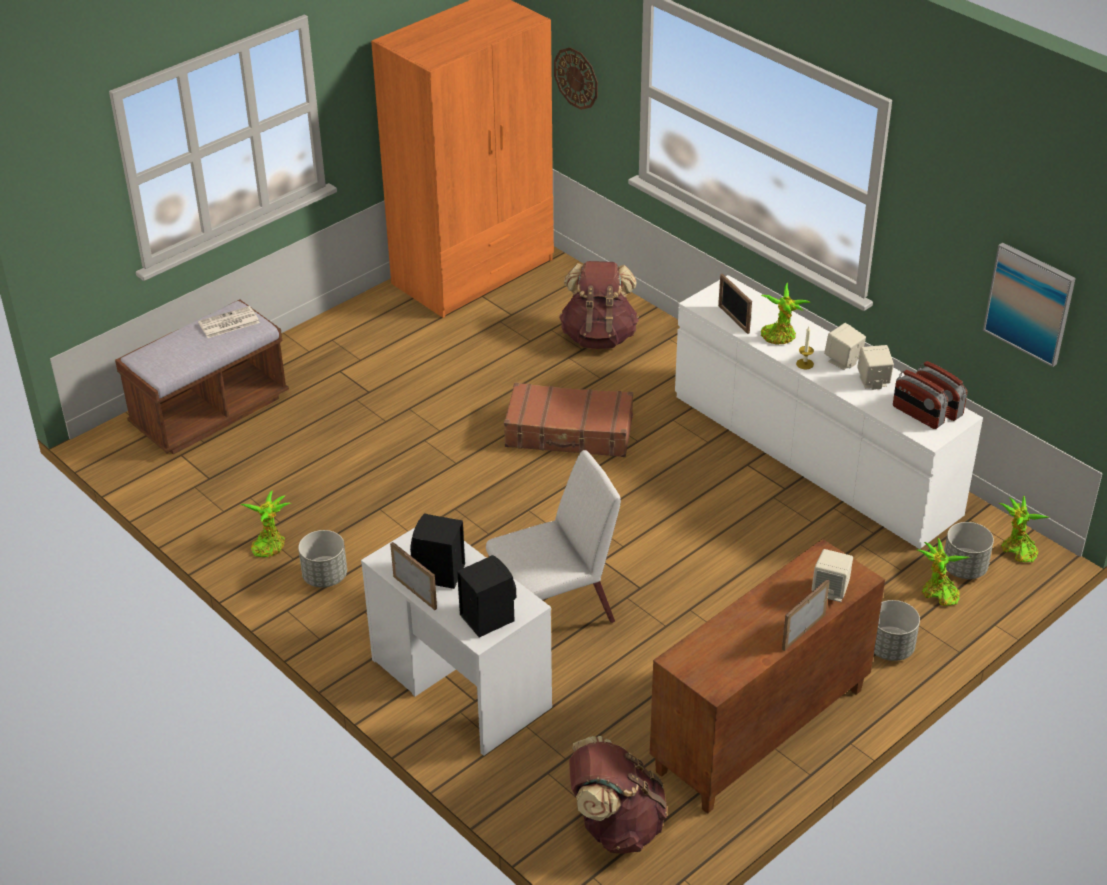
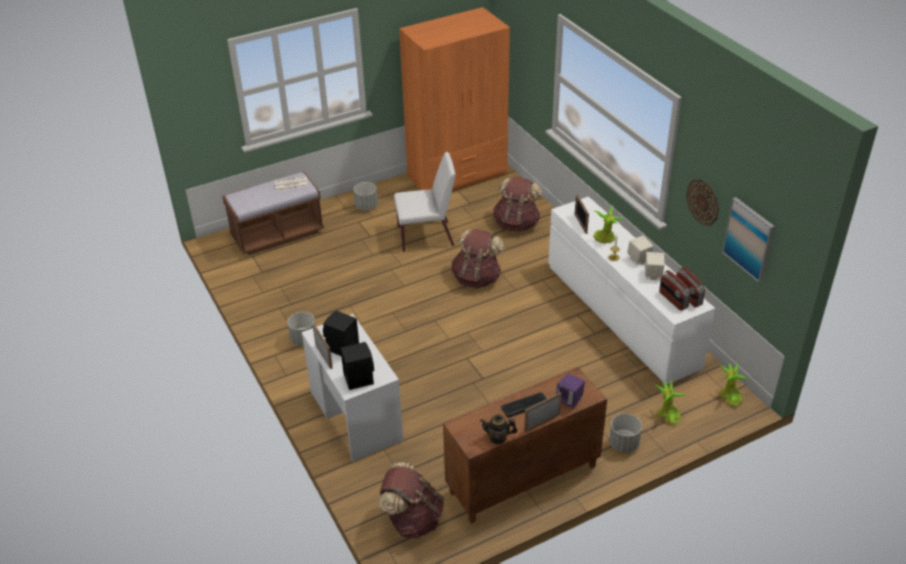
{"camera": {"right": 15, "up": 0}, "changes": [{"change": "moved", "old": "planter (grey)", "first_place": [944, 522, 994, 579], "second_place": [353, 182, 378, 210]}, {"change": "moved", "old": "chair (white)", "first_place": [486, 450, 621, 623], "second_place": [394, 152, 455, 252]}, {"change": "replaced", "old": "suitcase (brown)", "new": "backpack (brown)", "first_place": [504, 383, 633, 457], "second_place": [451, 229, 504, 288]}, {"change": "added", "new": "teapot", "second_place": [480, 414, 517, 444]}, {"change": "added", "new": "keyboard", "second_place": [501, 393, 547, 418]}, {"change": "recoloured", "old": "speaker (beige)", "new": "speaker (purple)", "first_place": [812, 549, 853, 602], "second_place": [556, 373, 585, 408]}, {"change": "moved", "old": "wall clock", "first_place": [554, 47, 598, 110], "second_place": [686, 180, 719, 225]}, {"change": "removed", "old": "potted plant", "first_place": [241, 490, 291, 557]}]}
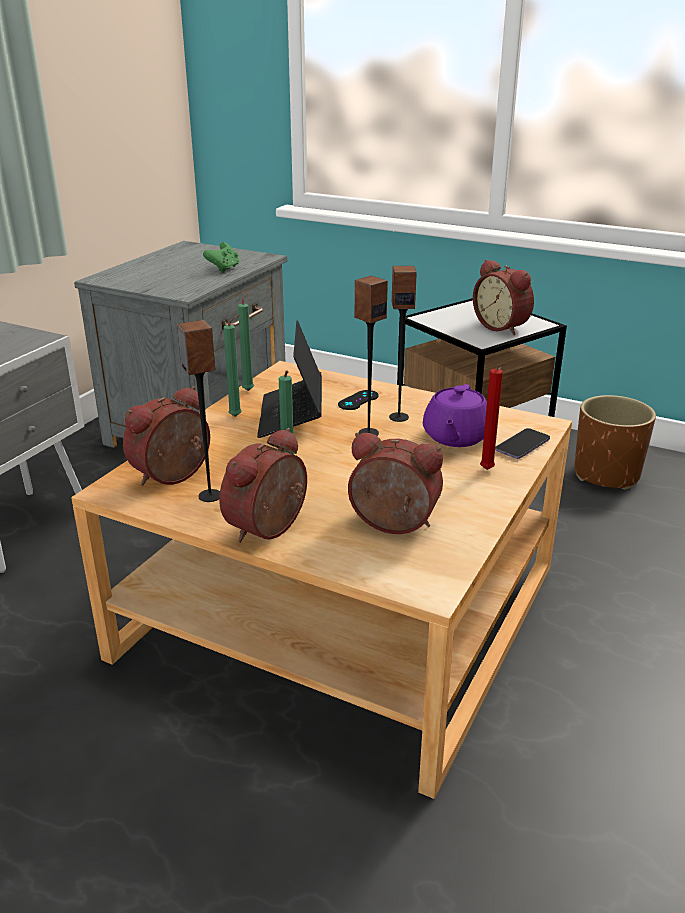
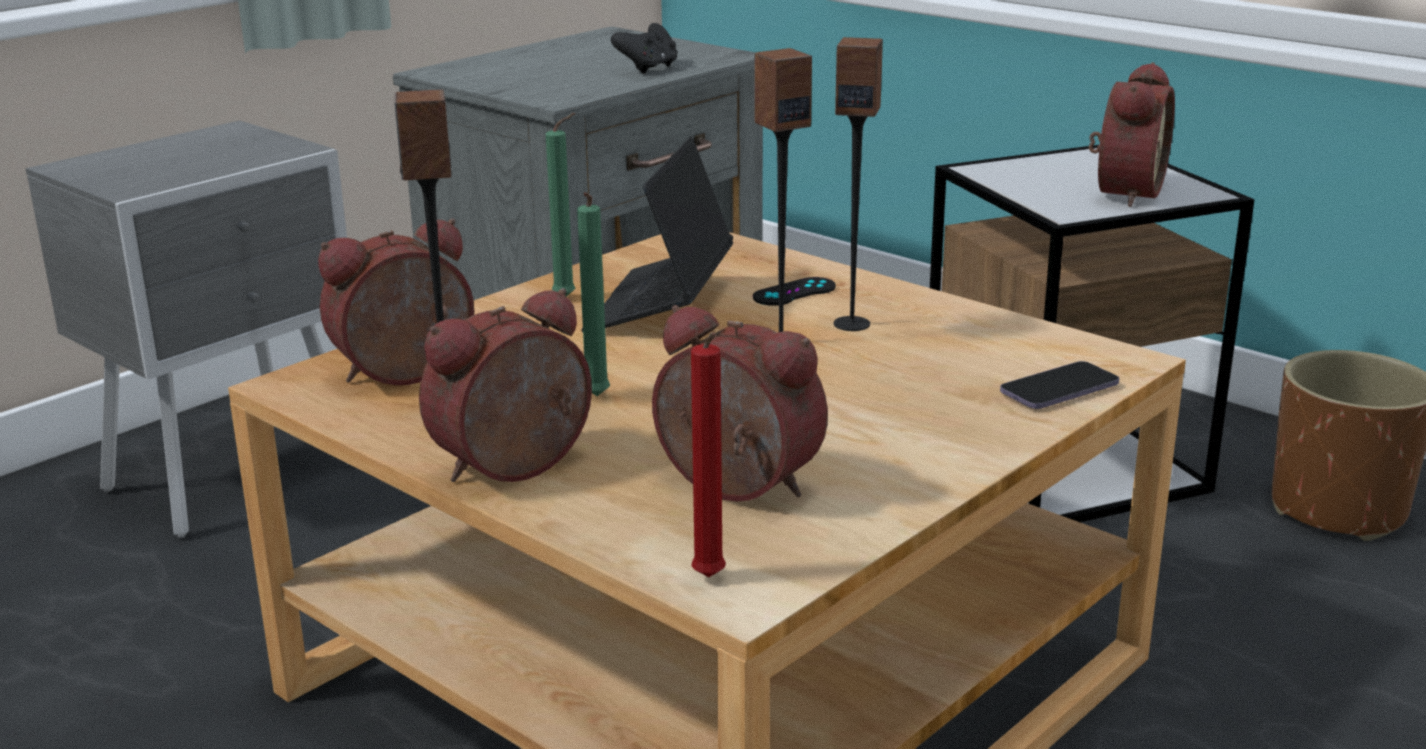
{"camera": {"right": 15, "up": -5}, "changes": [{"change": "recoloured", "old": "game controller (green)", "new": "game controller (black)", "first_place": [203, 242, 239, 273], "second_place": [611, 23, 678, 74]}, {"change": "moved", "old": "candle (red)", "first_place": [480, 363, 506, 470], "second_place": [691, 332, 726, 577]}, {"change": "turned", "old": "alarm clock", "first_place": [473, 259, 534, 335], "second_place": [1089, 62, 1175, 207], "degrees": -135}, {"change": "removed", "old": "candle (green)", "first_place": [238, 292, 254, 391]}, {"change": "removed", "old": "teapot (purple)", "first_place": [423, 384, 487, 447]}]}
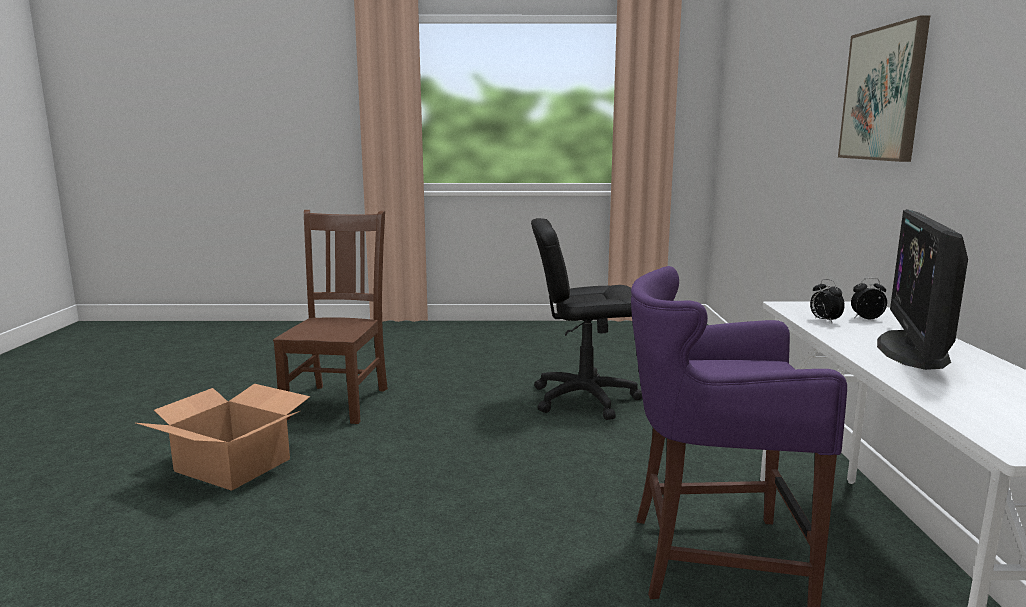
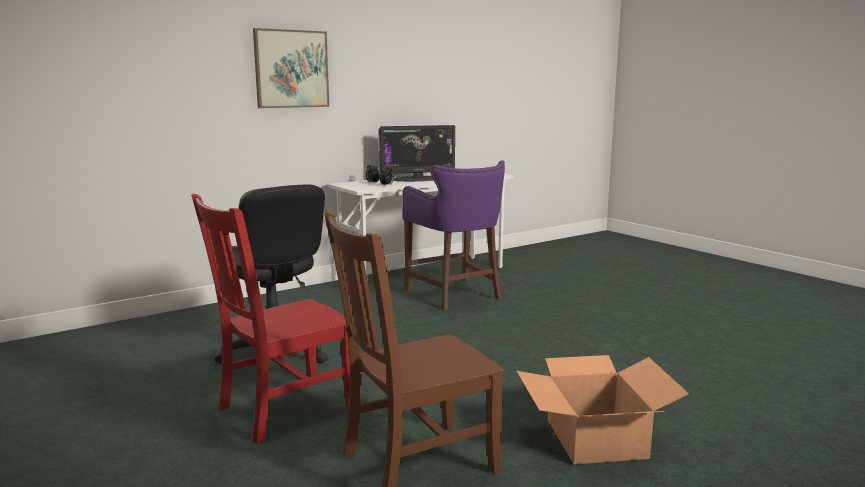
{"camera": {"right": -125, "up": 0}, "changes": [{"change": "added", "new": "chair (red)", "second_place": [191, 194, 350, 444]}]}
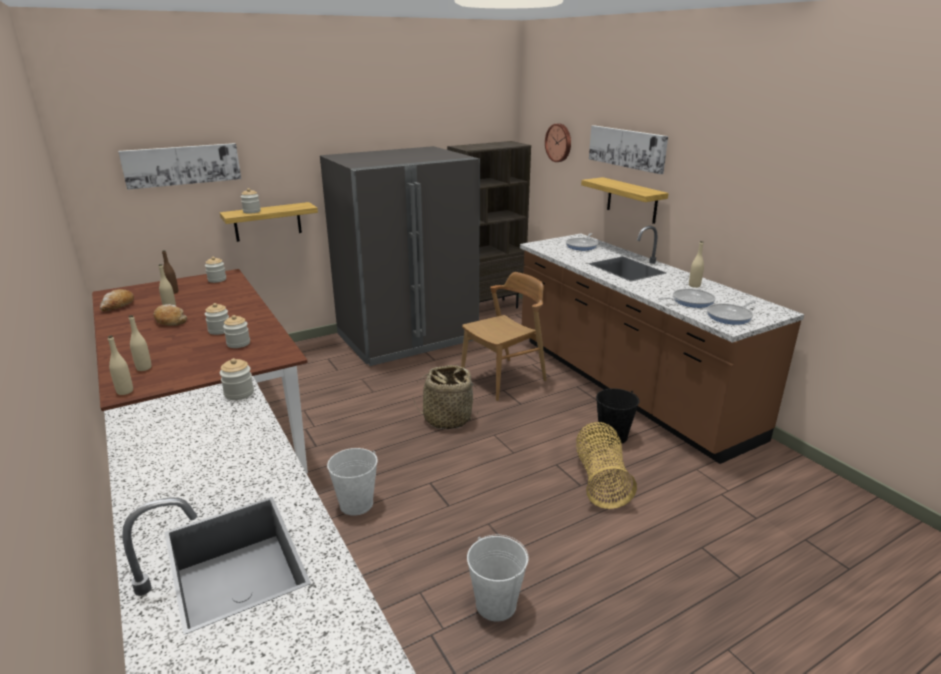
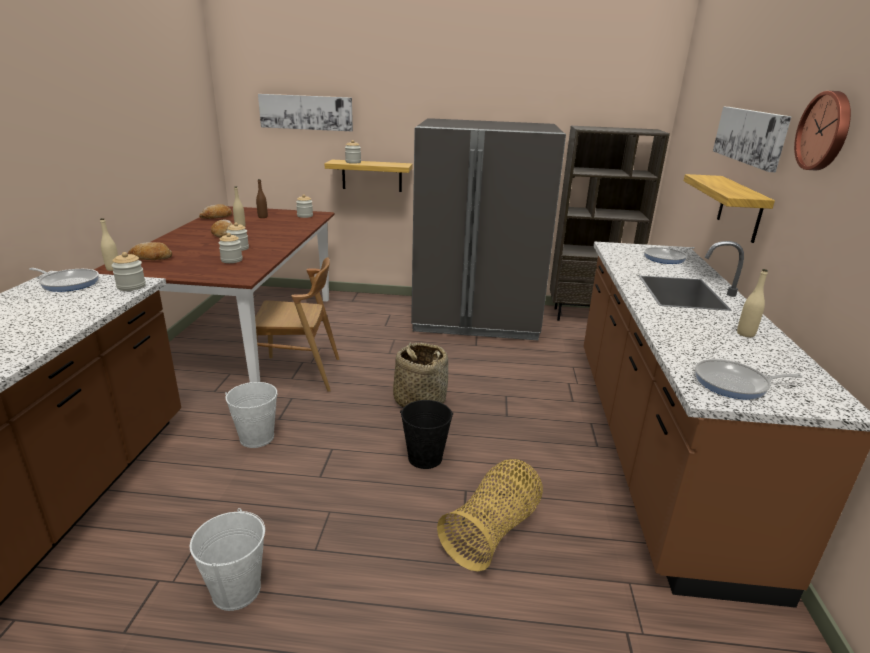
{"camera": {"right": 35, "up": 0}, "changes": [{"change": "moved", "old": "frying pan", "first_place": [658, 289, 716, 308], "second_place": [29, 268, 99, 292]}, {"change": "replaced", "old": "bottle (beige)", "new": "bread", "first_place": [129, 315, 152, 371], "second_place": [128, 242, 172, 260]}, {"change": "moved", "old": "chair (brown)", "first_place": [461, 272, 547, 401], "second_place": [255, 257, 339, 392]}, {"change": "moved", "old": "bucket (black)", "first_place": [596, 388, 640, 444], "second_place": [400, 400, 453, 469]}, {"change": "moved", "old": "wall clock", "first_place": [545, 123, 571, 162], "second_place": [794, 91, 851, 170]}]}
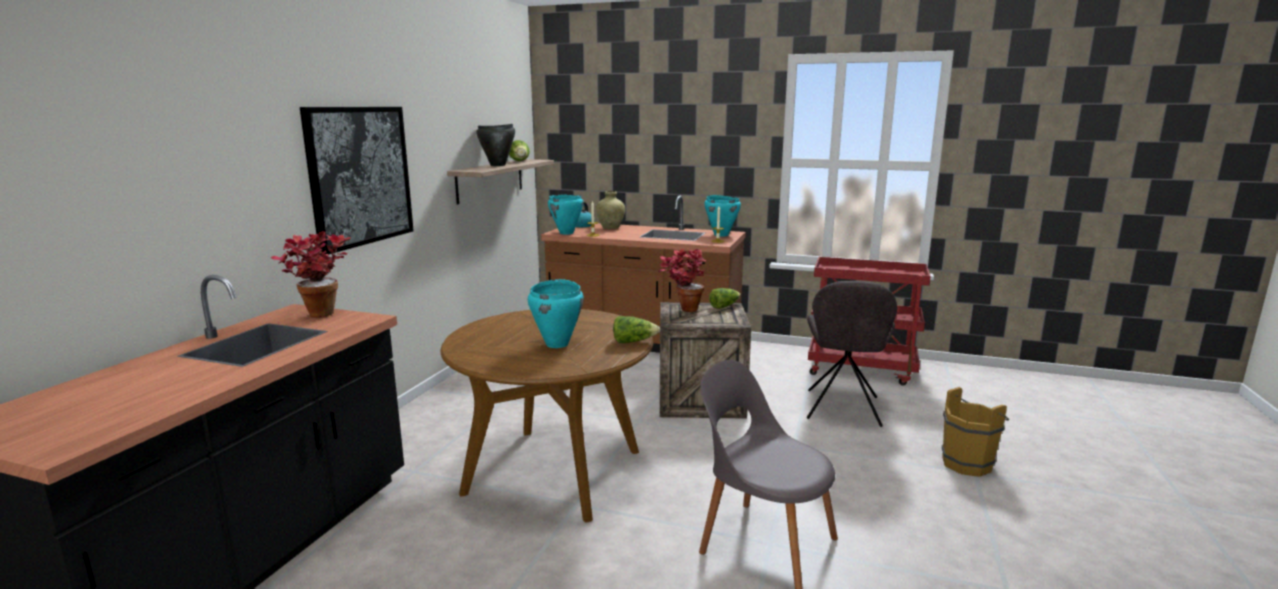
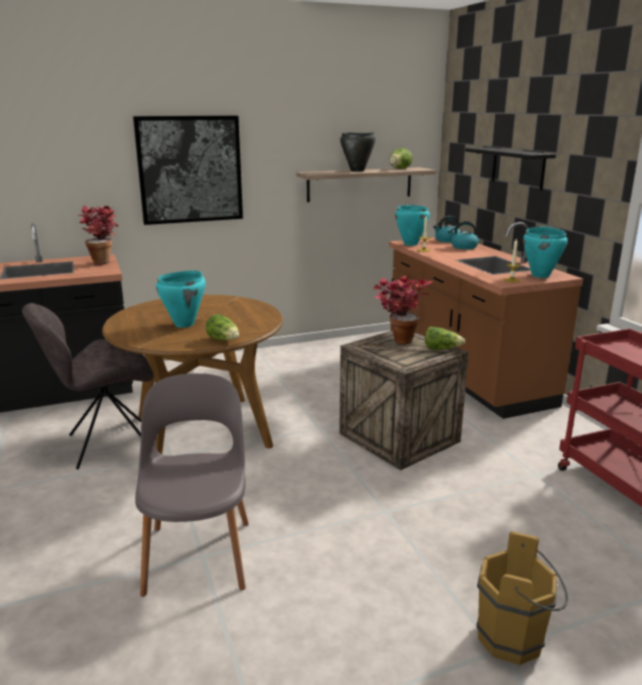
{"camera": {"right": 50, "up": 5}, "changes": [{"change": "moved", "old": "chair (grey)", "first_place": [807, 281, 897, 427], "second_place": [22, 303, 153, 469]}, {"change": "replaced", "old": "vase (beige)", "new": "kettle", "first_place": [596, 191, 625, 229], "second_place": [448, 221, 479, 249]}, {"change": "added", "new": "shelf (black)", "second_place": [465, 147, 556, 190]}]}
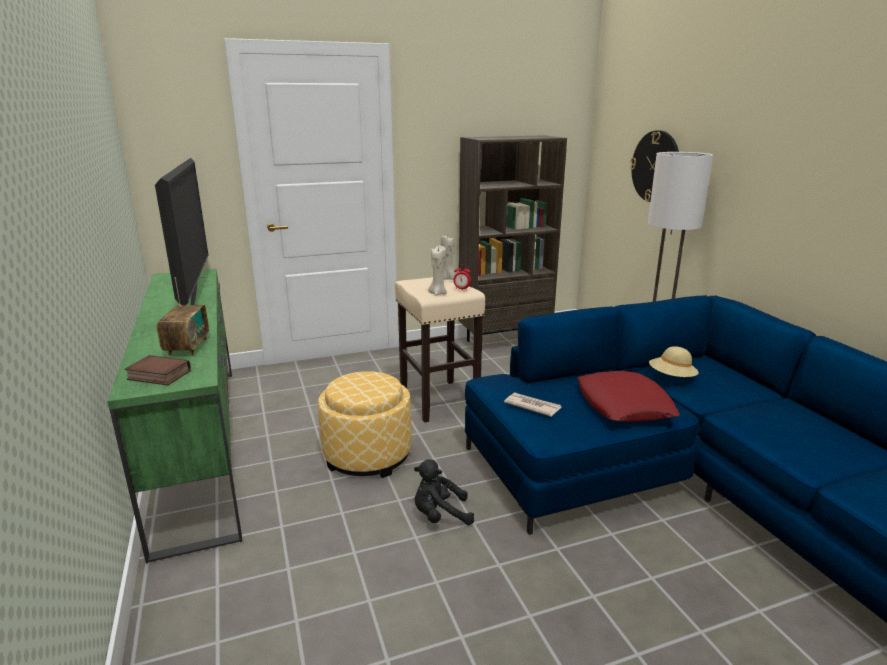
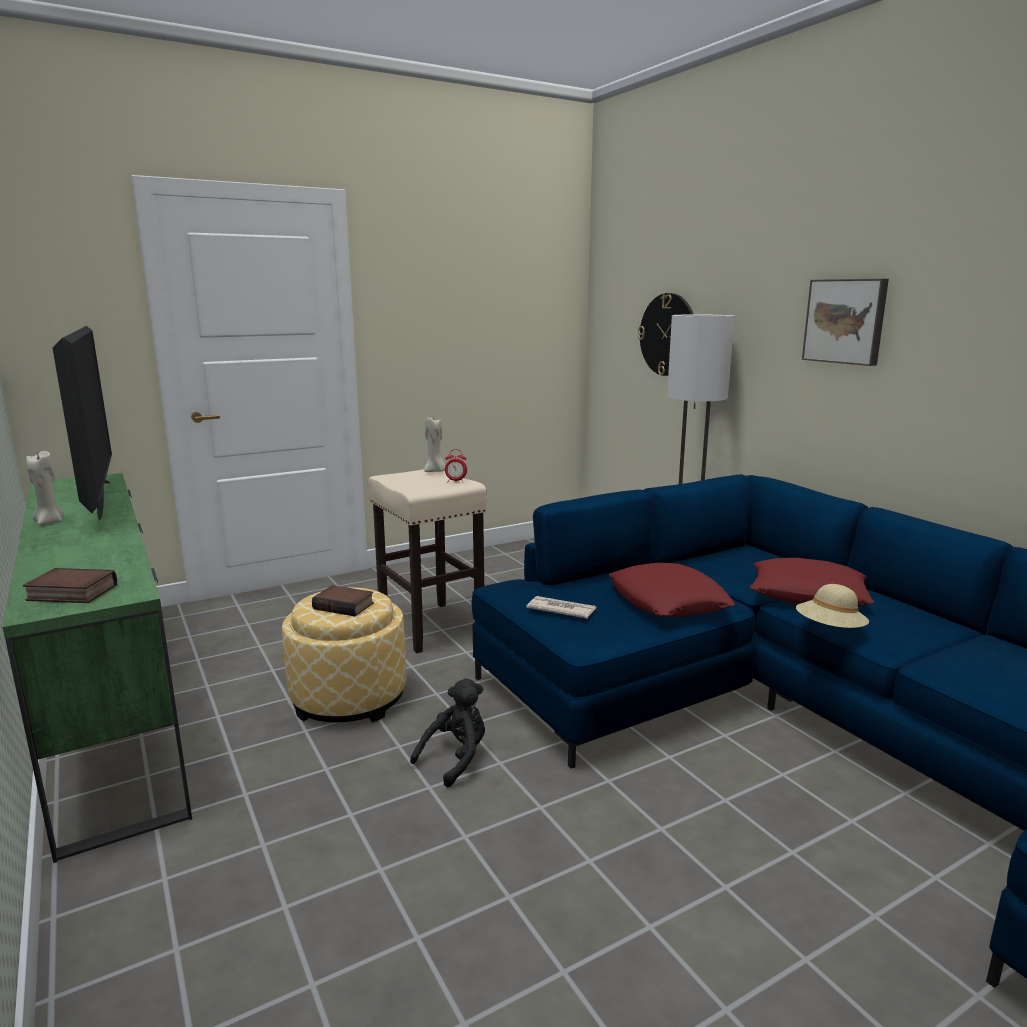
{"camera": {"right": -10, "up": -5}, "changes": [{"change": "moved", "old": "candle (beige)", "first_place": [428, 246, 447, 295], "second_place": [26, 451, 64, 525]}, {"change": "added", "new": "book", "second_place": [312, 585, 374, 616]}, {"change": "turned", "old": "plush toy (black)", "first_place": [414, 459, 474, 525], "second_place": [410, 678, 485, 787], "degrees": 150}, {"change": "added", "new": "pillow (red)", "second_place": [750, 558, 874, 606]}, {"change": "moved", "old": "hat (beige)", "first_place": [649, 346, 699, 377], "second_place": [796, 584, 869, 628]}, {"change": "added", "new": "picture", "second_place": [802, 279, 889, 366]}, {"change": "removed", "old": "radio", "first_place": [157, 277, 209, 356]}, {"change": "removed", "old": "bookcase (brown)", "first_place": [459, 135, 567, 342]}]}
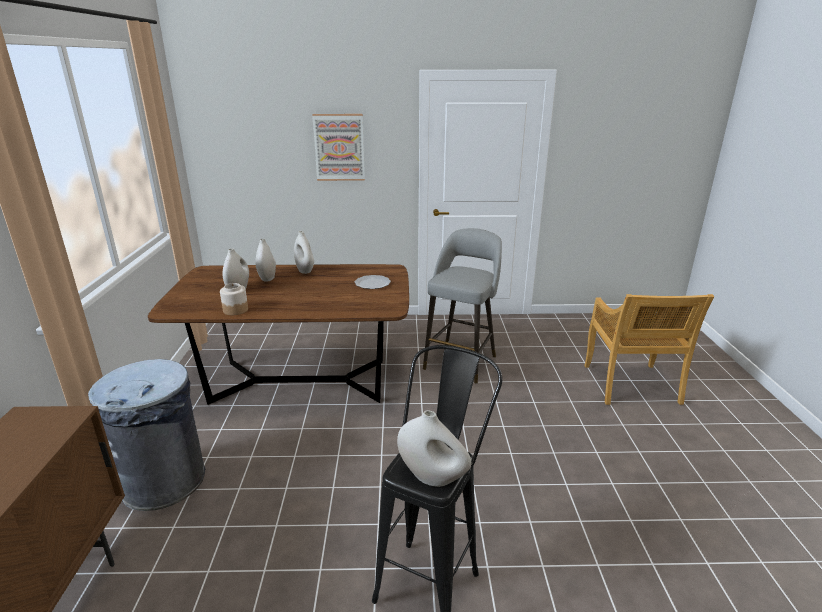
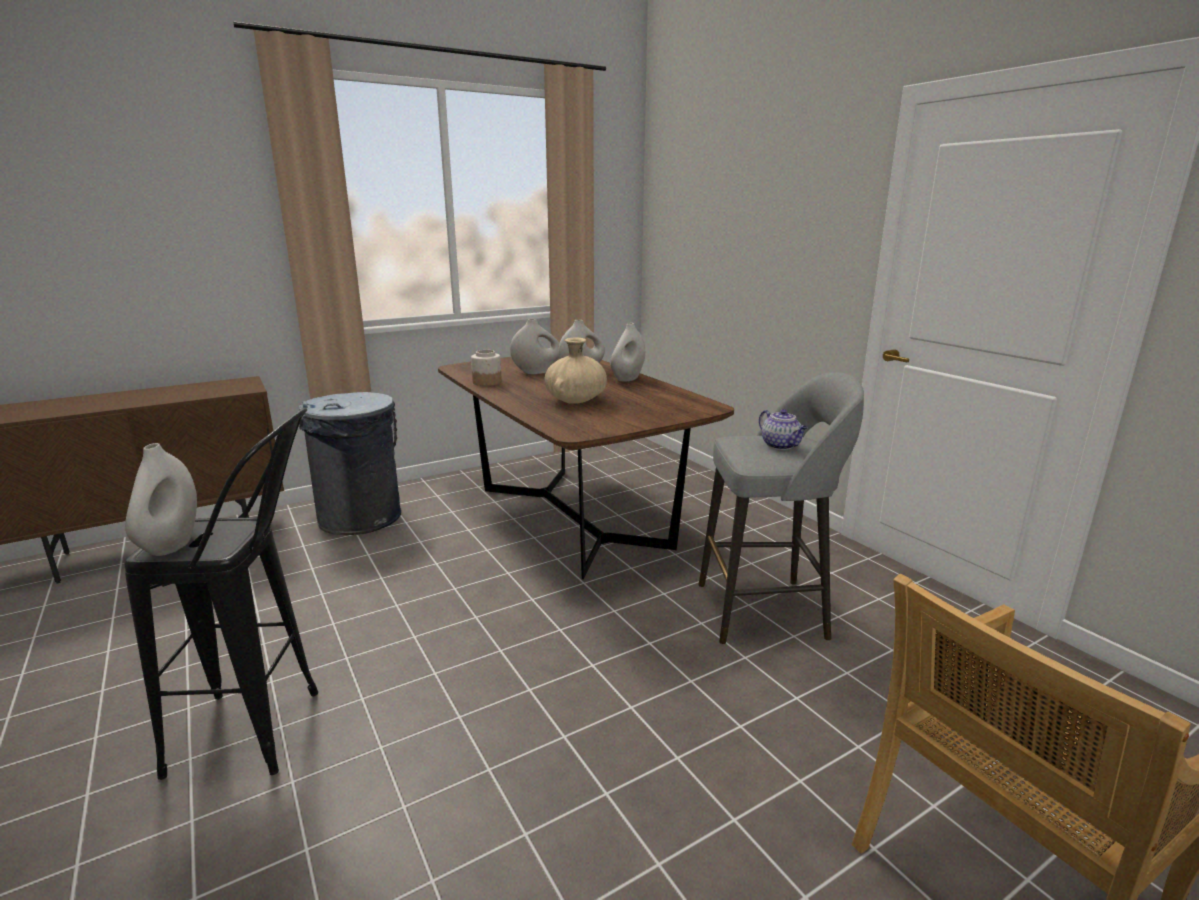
{"camera": {"right": 60, "up": -5}, "changes": [{"change": "added", "new": "vase (beige)", "second_place": [544, 338, 607, 404]}, {"change": "added", "new": "teapot", "second_place": [759, 409, 808, 450]}, {"change": "removed", "old": "picture", "first_place": [312, 114, 365, 181]}, {"change": "removed", "old": "plate", "first_place": [354, 275, 391, 289]}]}
